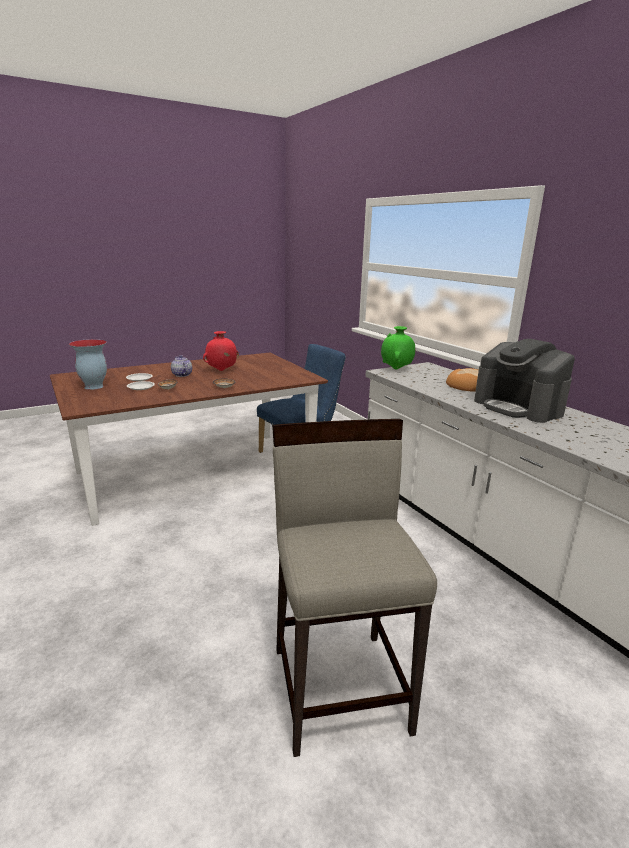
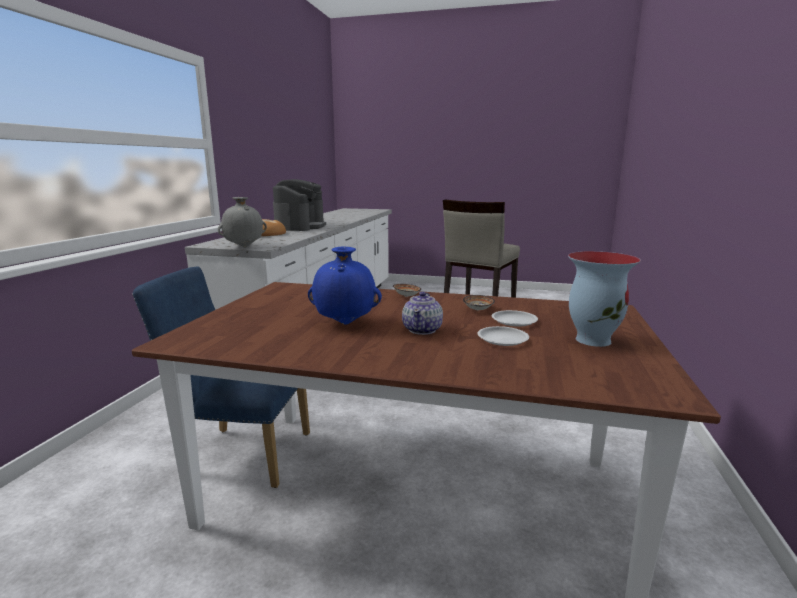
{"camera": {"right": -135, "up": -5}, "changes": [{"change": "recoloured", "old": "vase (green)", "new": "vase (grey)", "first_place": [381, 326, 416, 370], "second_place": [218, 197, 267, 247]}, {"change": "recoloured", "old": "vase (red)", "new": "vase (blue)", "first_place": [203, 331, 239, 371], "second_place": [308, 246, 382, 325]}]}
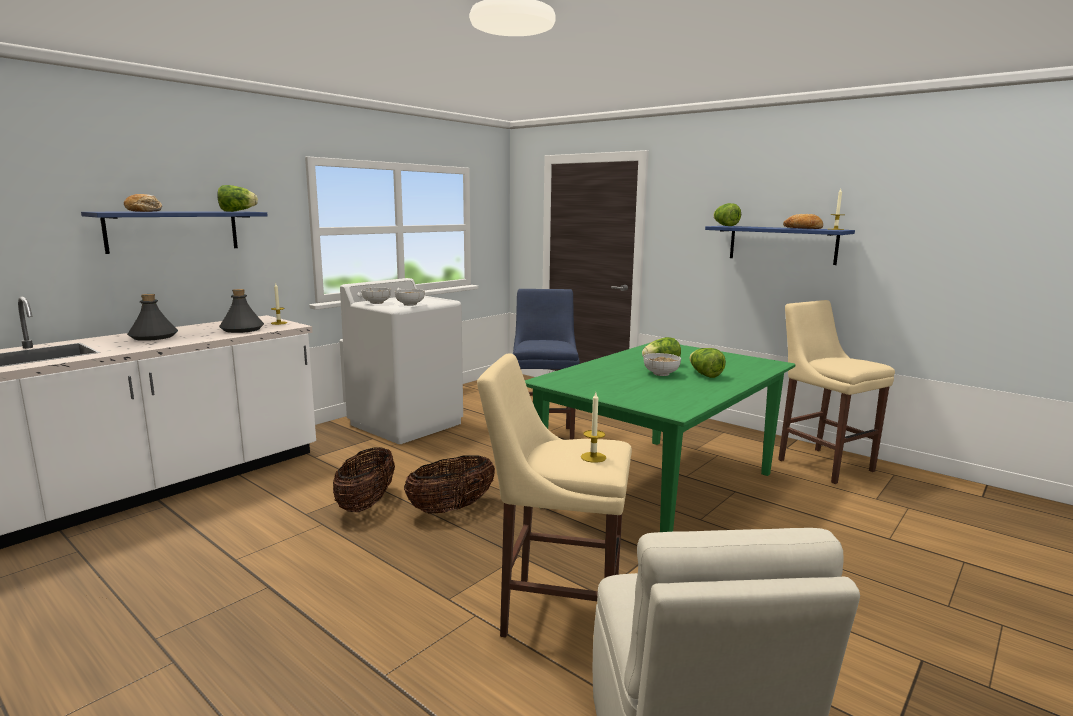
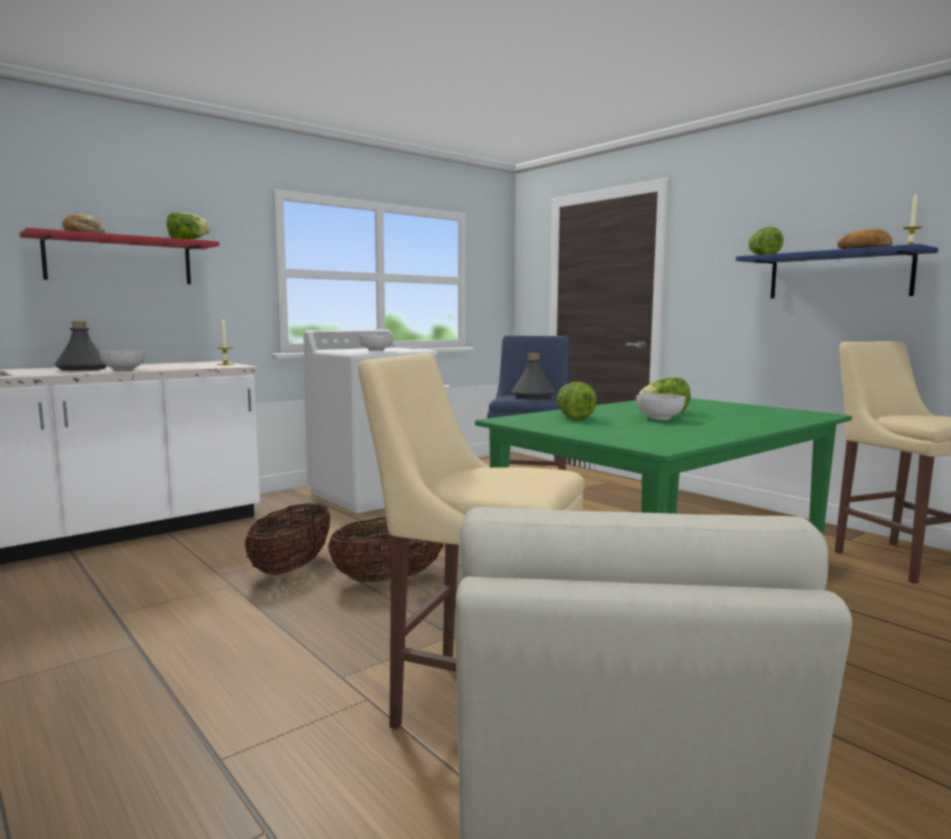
{"camera": {"right": 10, "up": -5}, "changes": [{"change": "recoloured", "old": "shelf (blue)", "new": "shelf (red)", "first_place": [81, 212, 268, 254], "second_place": [19, 228, 219, 284]}, {"change": "moved", "old": "bowl", "first_place": [361, 288, 391, 304], "second_place": [99, 350, 145, 371]}, {"change": "moved", "old": "bottle (grey)", "first_place": [219, 289, 264, 333], "second_place": [511, 353, 555, 399]}, {"change": "moved", "old": "lettuce", "first_place": [689, 348, 726, 378], "second_place": [557, 382, 597, 419]}, {"change": "removed", "old": "candle", "first_place": [581, 393, 606, 463]}]}
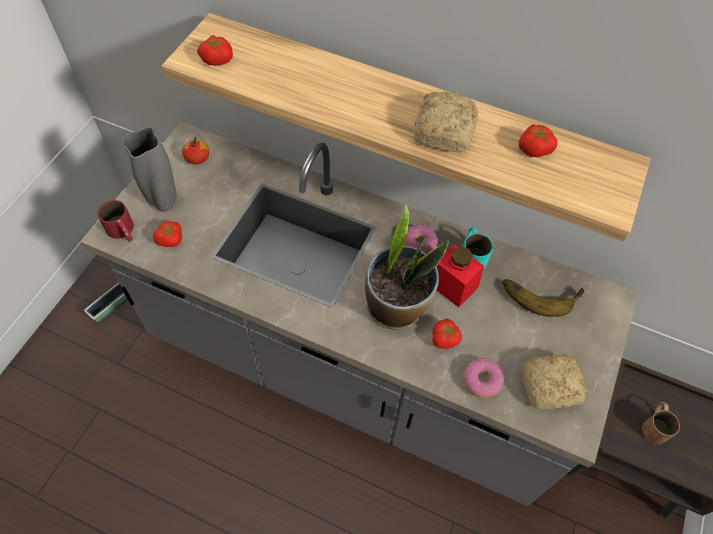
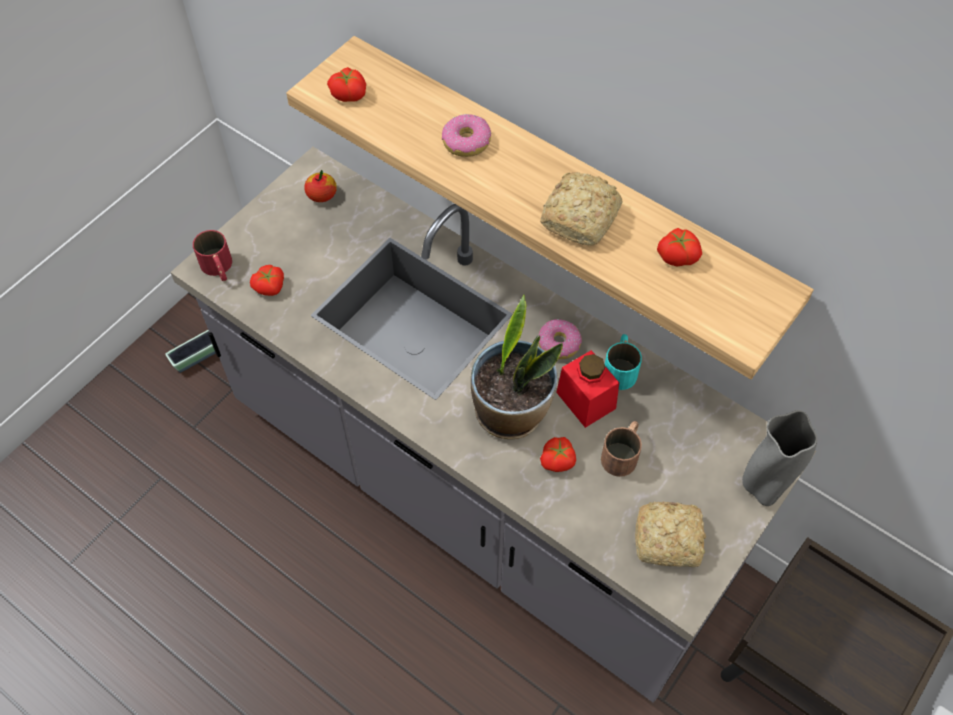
{"camera": {"right": 15, "up": 0}, "changes": [{"change": "moved", "old": "donut", "first_place": [463, 358, 504, 398], "second_place": [442, 114, 491, 157]}, {"change": "moved", "old": "mug (brown)", "first_place": [642, 402, 680, 444], "second_place": [601, 421, 642, 477]}, {"change": "moved", "old": "vase (grey)", "first_place": [122, 127, 176, 212], "second_place": [742, 410, 818, 506]}, {"change": "removed", "old": "banana", "first_place": [503, 279, 584, 317]}]}
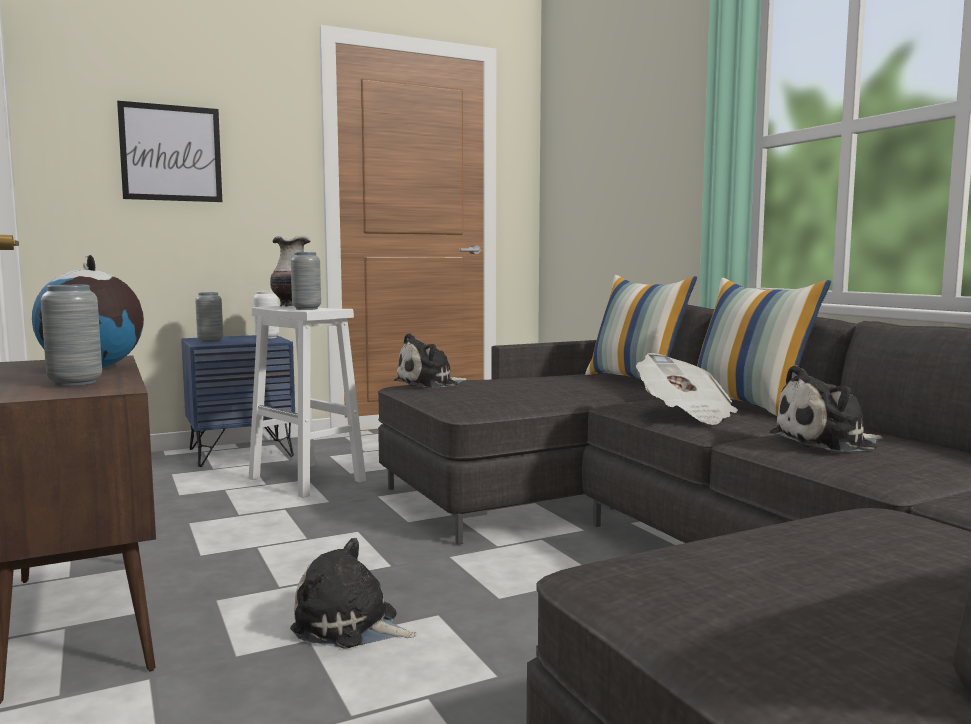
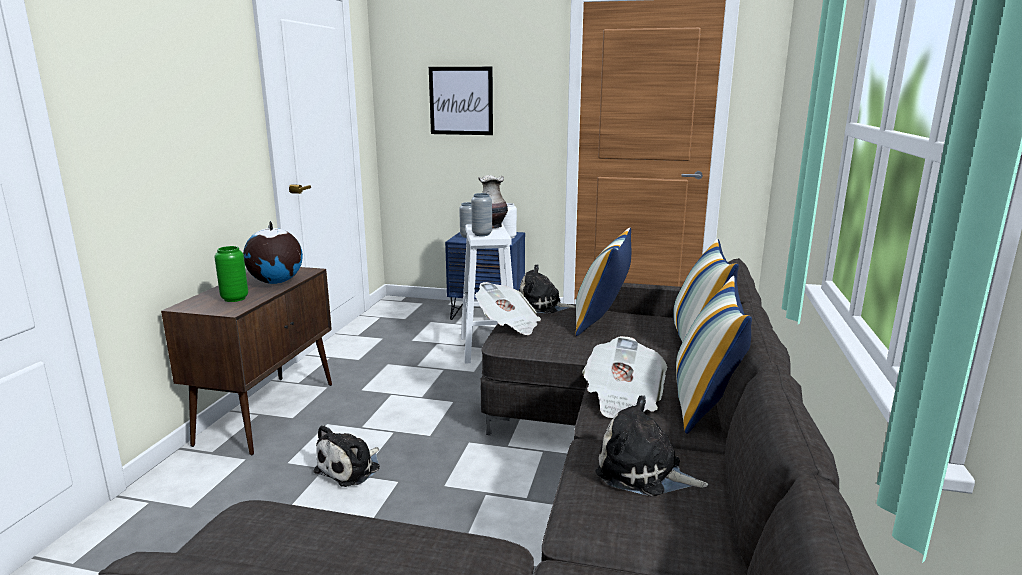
{"camera": {"right": 40, "up": 10}, "changes": [{"change": "recoloured", "old": "vase (grey)", "new": "vase (green)", "first_place": [41, 285, 102, 386], "second_place": [214, 246, 248, 302]}, {"change": "turned", "old": "plush toy", "first_place": [290, 538, 417, 649], "second_place": [313, 425, 380, 487], "degrees": -120}, {"change": "added", "new": "newspaper", "second_place": [475, 282, 541, 335]}, {"change": "added", "new": "pillow", "second_place": [576, 228, 631, 336]}]}
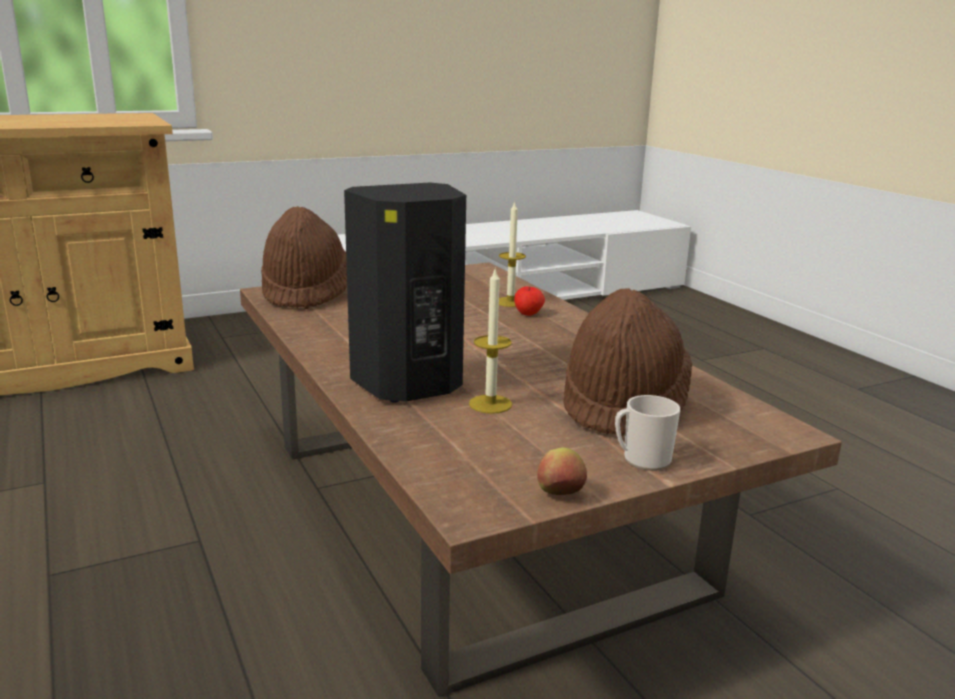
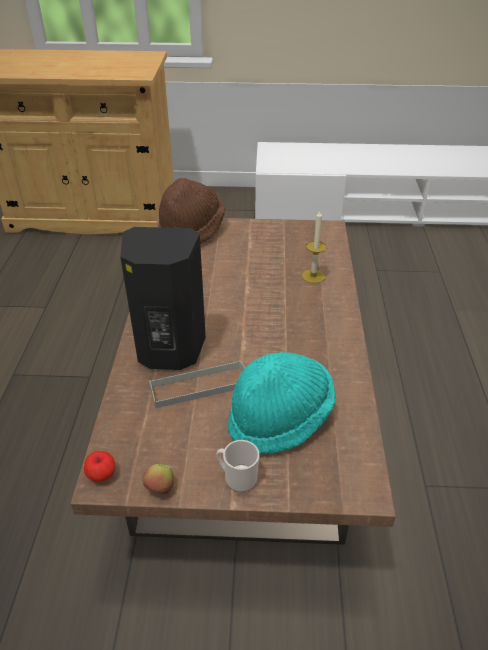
{"camera": {"right": 30, "up": 20}, "changes": [{"change": "moved", "old": "apple", "first_place": [514, 287, 545, 316], "second_place": [84, 451, 115, 482]}, {"change": "replaced", "old": "candle", "new": "tray (grey)", "first_place": [469, 270, 512, 414], "second_place": [149, 360, 245, 409]}, {"change": "recoloured", "old": "hat (brown)", "new": "hat (turquoise)", "first_place": [563, 288, 692, 437], "second_place": [228, 352, 335, 454]}]}
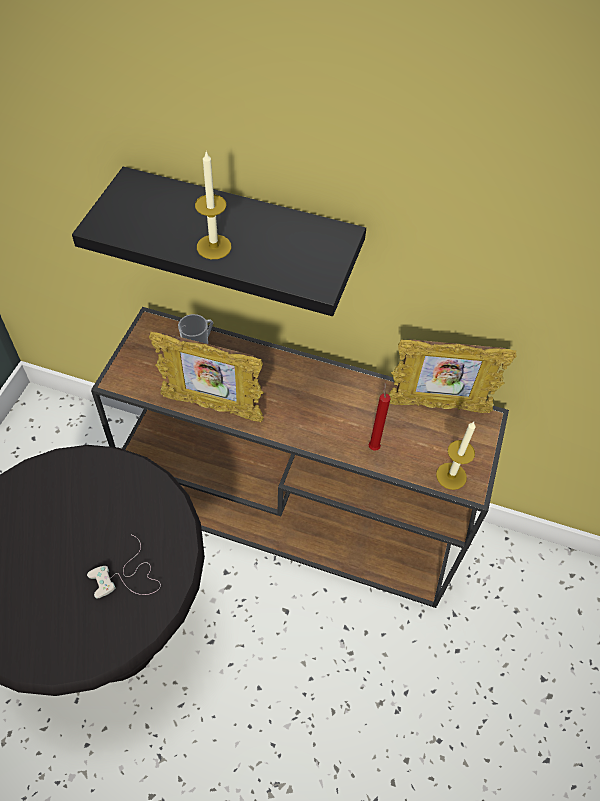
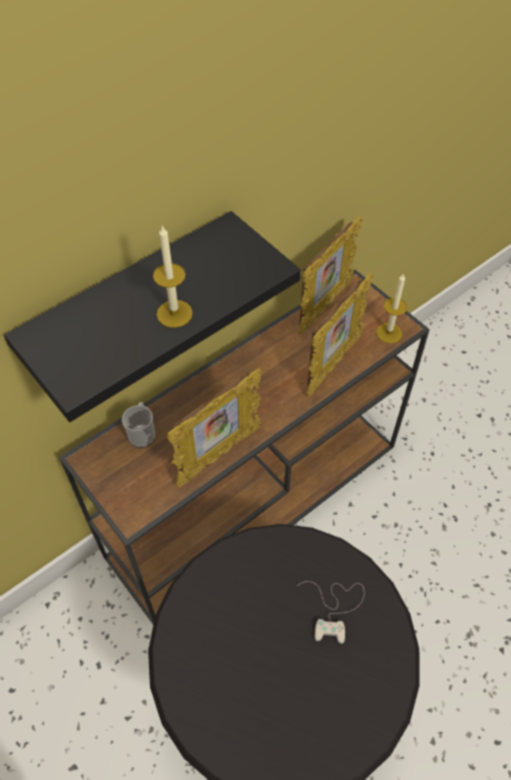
{"camera": {"right": -55, "up": 0}, "changes": [{"change": "replaced", "old": "candle (red)", "new": "picture frame", "first_place": [369, 382, 391, 451], "second_place": [306, 272, 373, 397]}]}
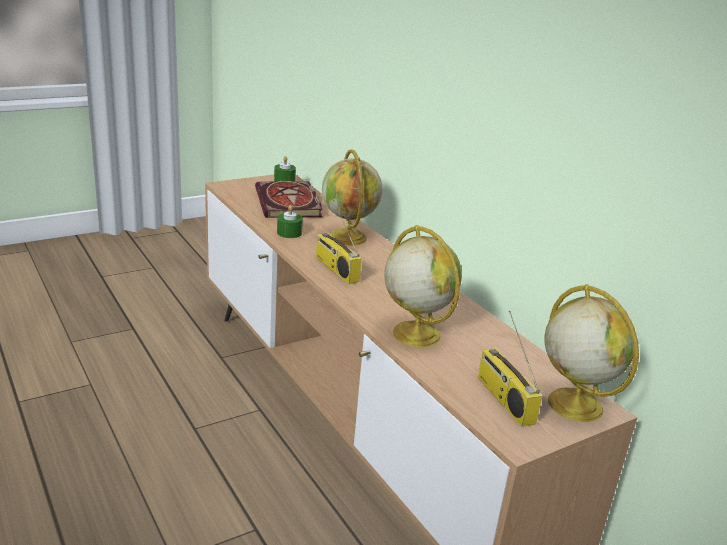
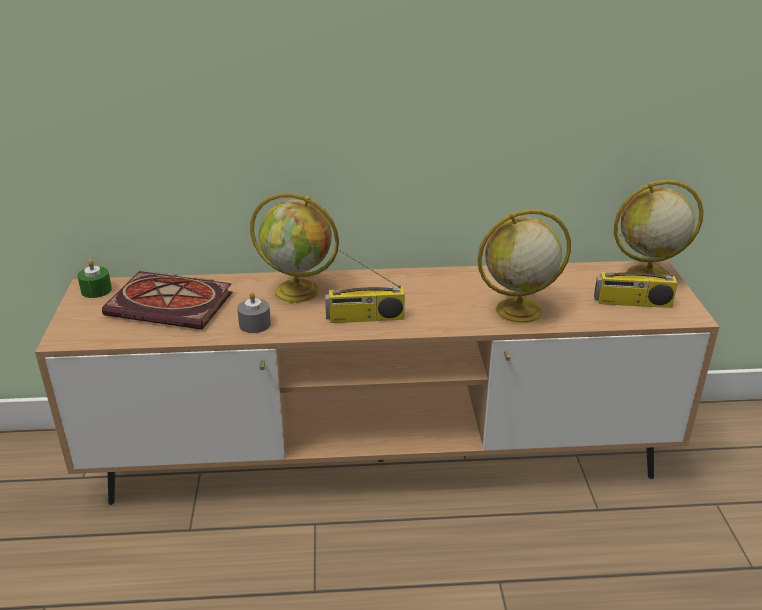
{"camera": {"right": -60, "up": 5}, "changes": [{"change": "recoloured", "old": "candle (green)", "new": "candle (grey)", "first_place": [277, 205, 303, 238], "second_place": [237, 292, 271, 333]}]}
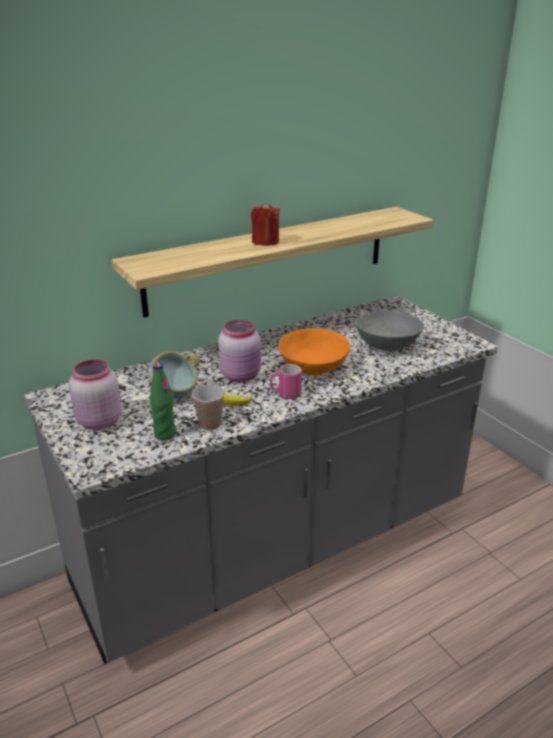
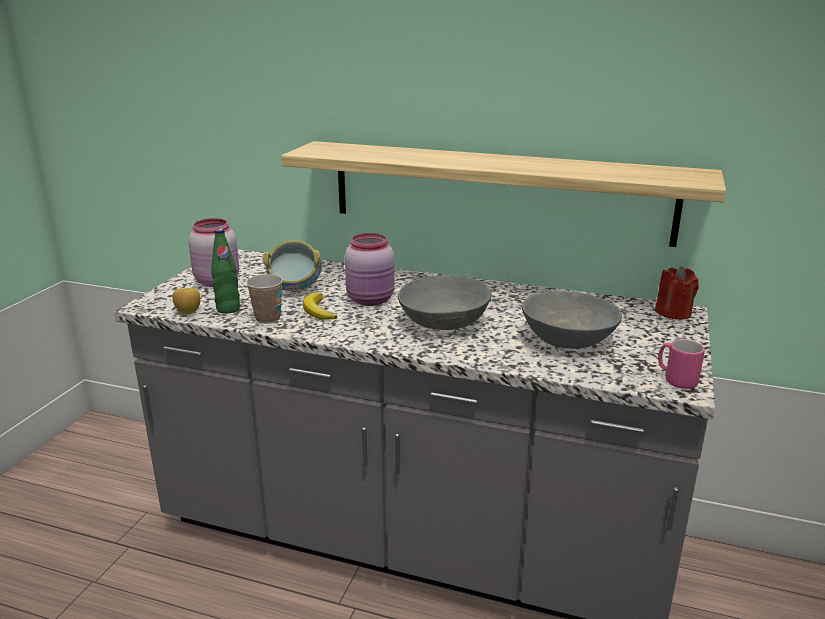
{"camera": {"right": 50, "up": -5}, "changes": [{"change": "added", "new": "apple", "second_place": [172, 288, 200, 315]}, {"change": "recoloured", "old": "bowl (orange)", "new": "bowl (grey)", "first_place": [278, 328, 351, 375], "second_place": [398, 275, 492, 330]}, {"change": "moved", "old": "candle (red)", "first_place": [251, 202, 280, 246], "second_place": [655, 266, 699, 320]}, {"change": "moved", "old": "mug (pink)", "first_place": [270, 364, 302, 399], "second_place": [658, 339, 705, 389]}]}
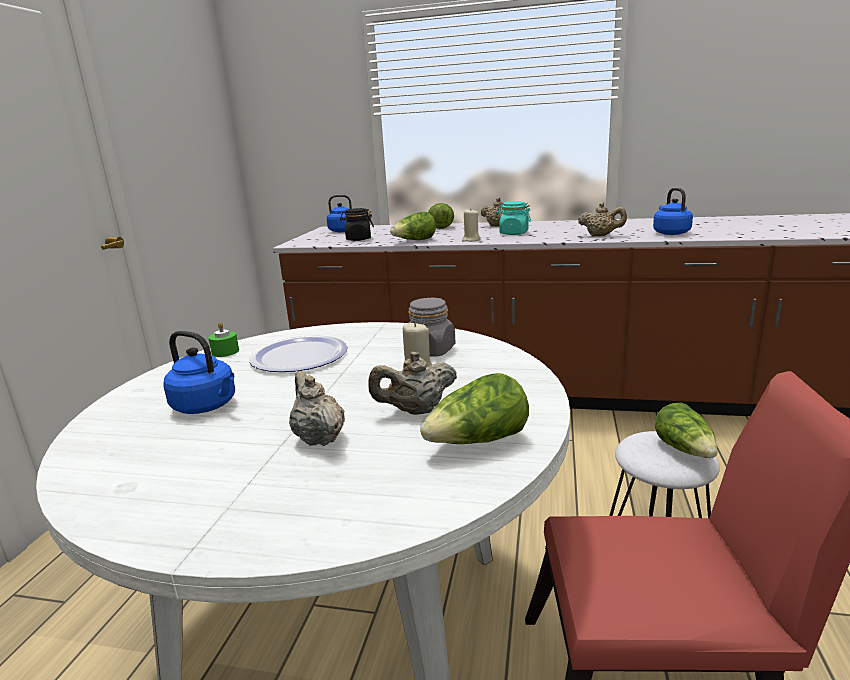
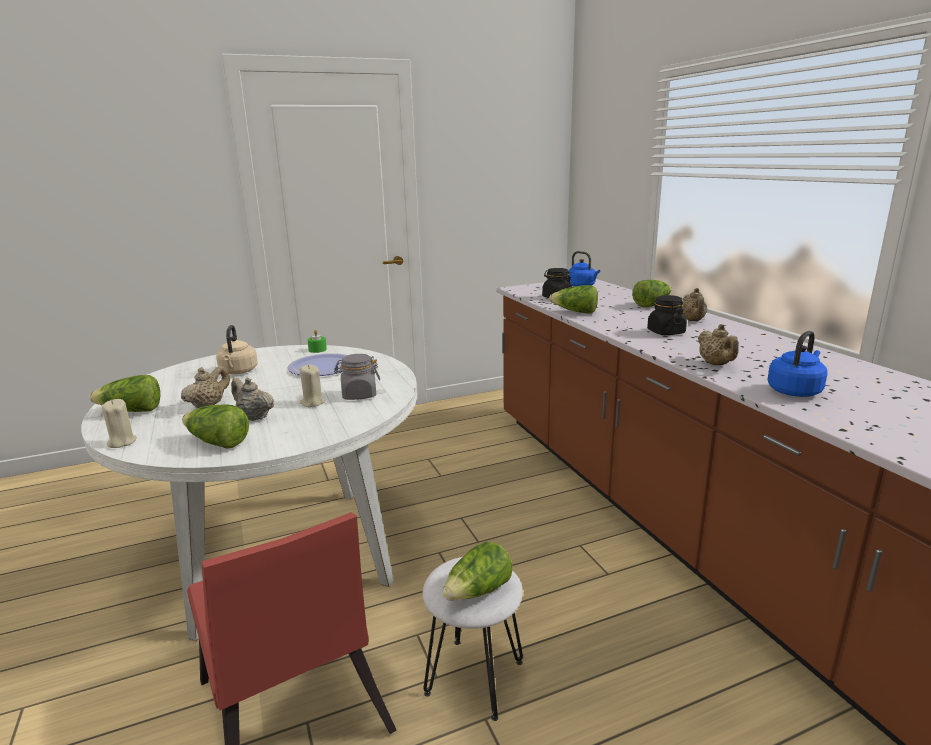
{"camera": {"right": 55, "up": 0}, "changes": [{"change": "added", "new": "lettuce", "second_place": [89, 375, 160, 412]}, {"change": "moved", "old": "candle (beige)", "first_place": [462, 208, 481, 242], "second_place": [102, 399, 137, 448]}, {"change": "recoloured", "old": "kettle (blue)", "new": "kettle (beige)", "first_place": [163, 331, 235, 414], "second_place": [216, 325, 258, 374]}, {"change": "recoloured", "old": "jar (turquoise)", "new": "jar (black)", "first_place": [496, 201, 531, 235], "second_place": [647, 295, 687, 335]}]}
